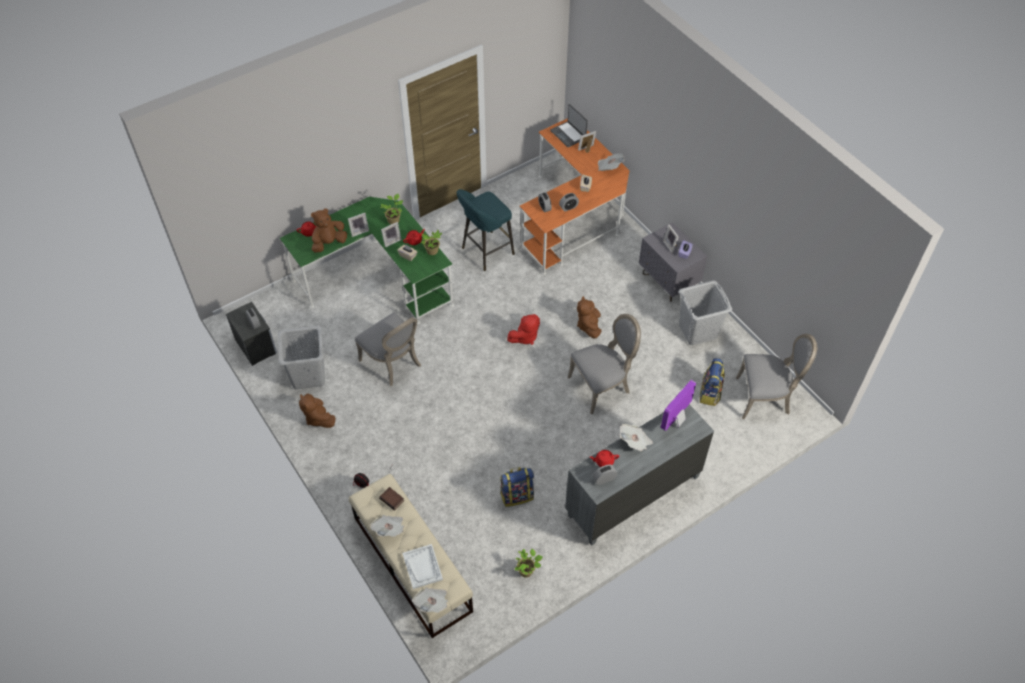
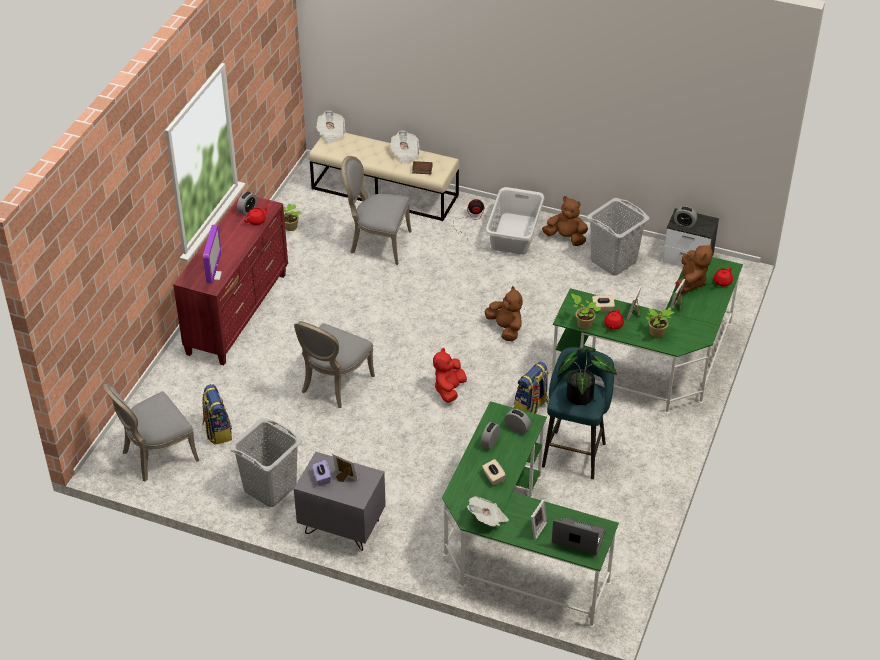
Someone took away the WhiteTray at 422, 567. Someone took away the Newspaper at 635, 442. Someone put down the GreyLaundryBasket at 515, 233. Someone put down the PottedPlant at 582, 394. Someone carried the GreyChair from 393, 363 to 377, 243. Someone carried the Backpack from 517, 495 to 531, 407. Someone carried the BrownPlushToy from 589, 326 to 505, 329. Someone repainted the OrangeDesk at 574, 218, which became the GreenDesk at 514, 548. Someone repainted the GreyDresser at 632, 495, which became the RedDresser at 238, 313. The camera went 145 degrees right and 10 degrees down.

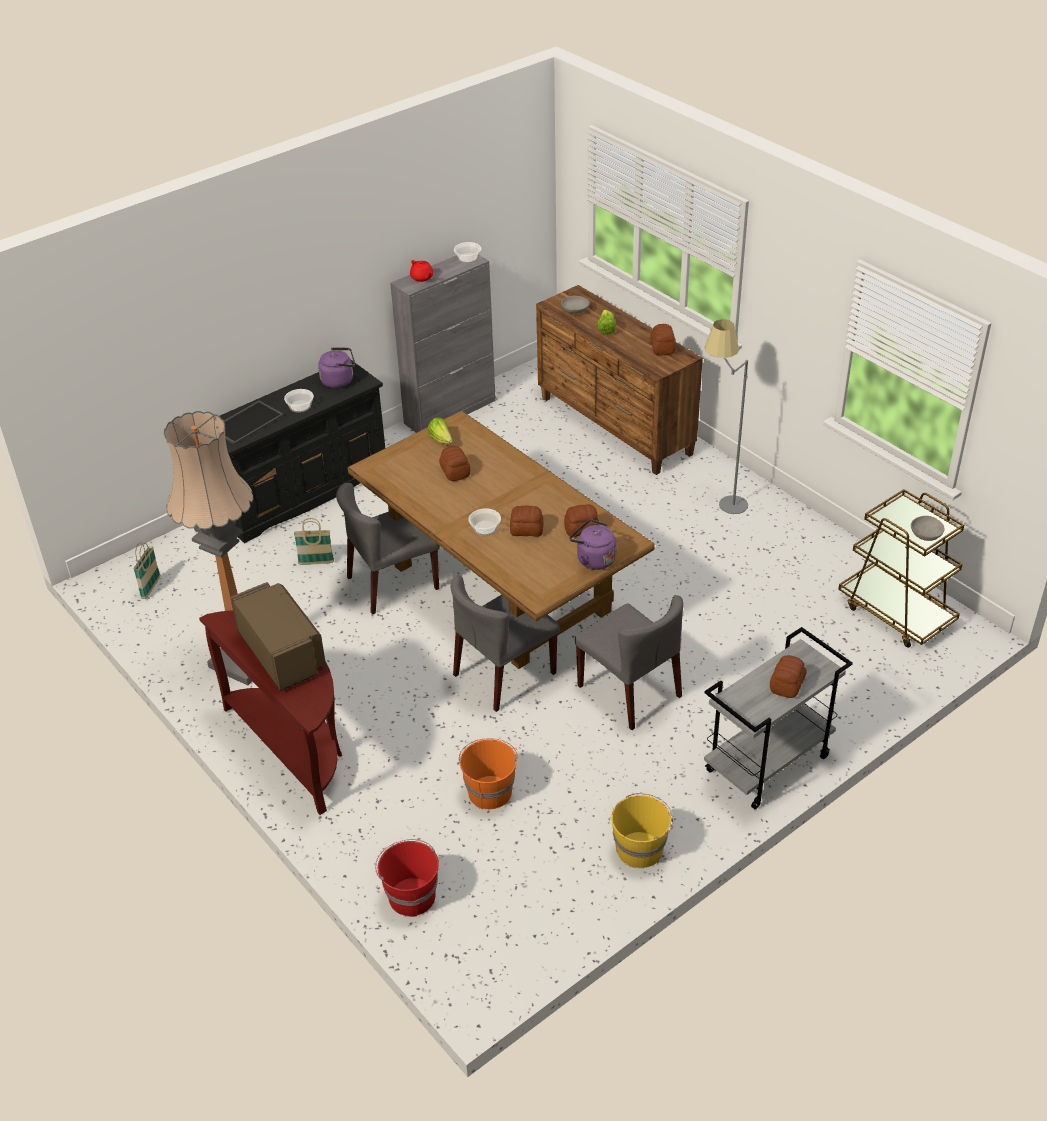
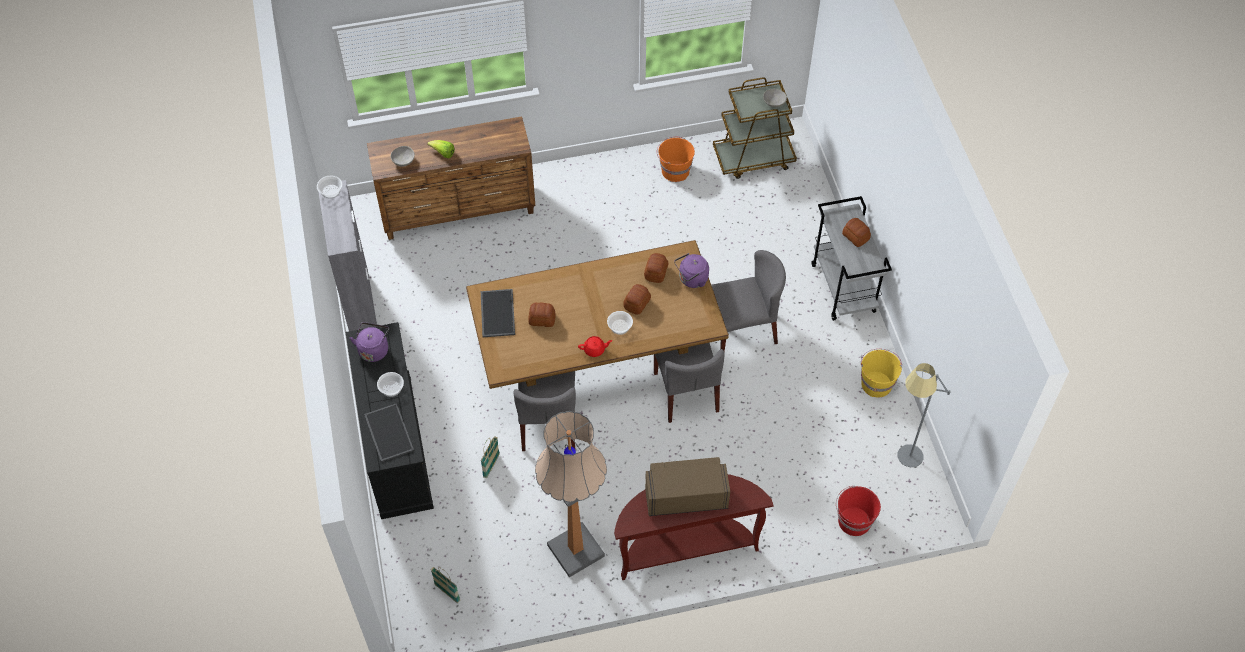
Someone took away the Bread at 662, 348. Someone carried the RedTeapot from 422, 278 to 595, 350. Someone carried the OrangeBucket from 489, 791 to 674, 171. Someone carried the GreyFloorLamp from 720, 502 to 902, 463. Someone swapped the Lettuce at 441, 440 for the Tray at 496, 313. The camera went 65 degrees left and 15 degrees up.

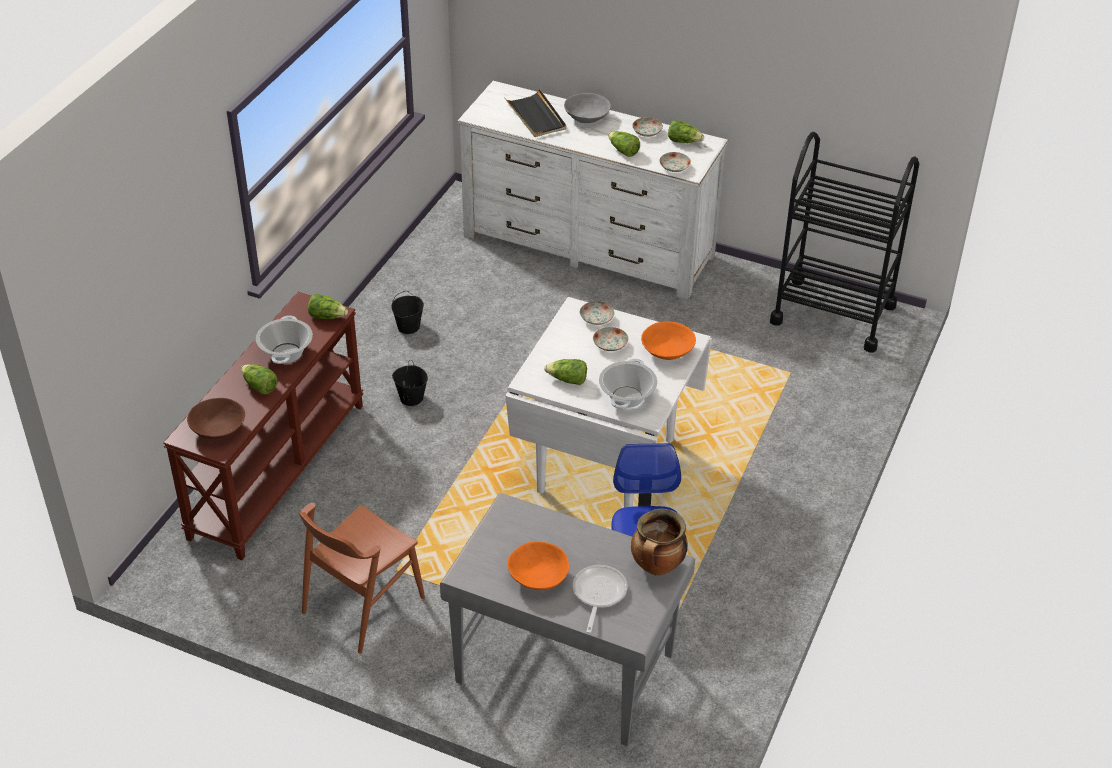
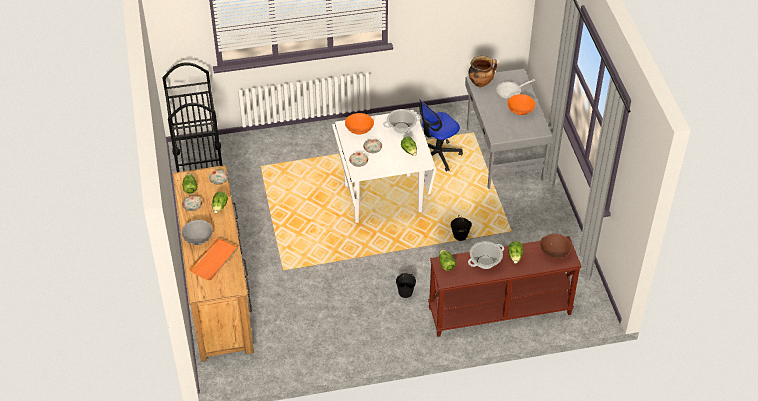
Someone took away the BrownChair at 362, 605. Someone carried the BlackBucket from 408, 327 to 460, 235. Someone repainted the WhiteDresser at 588, 245, which became the BrownDresser at 217, 291. Someone repainted the BlackTray at 536, 116, which became the OrangeTray at 214, 260. The camera went 125 degrees left and 5 degrees up.

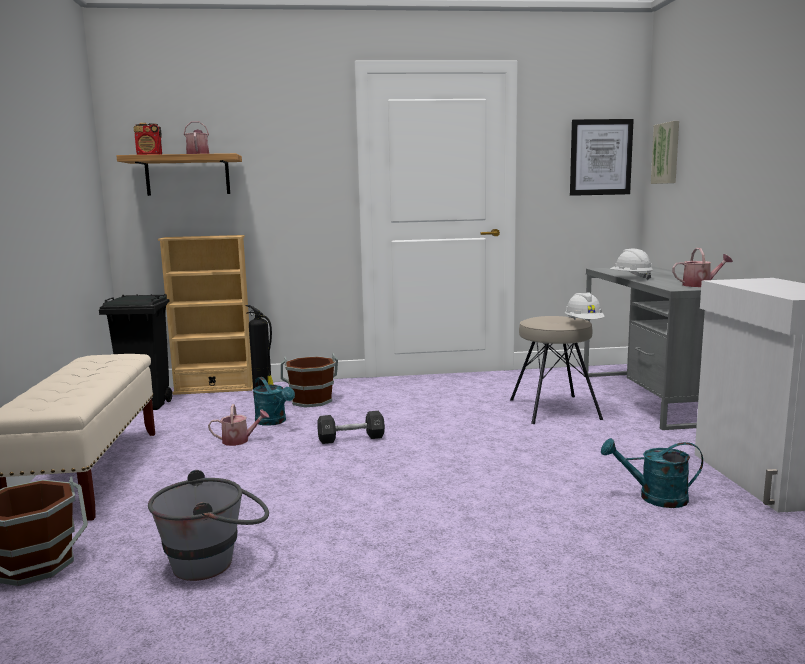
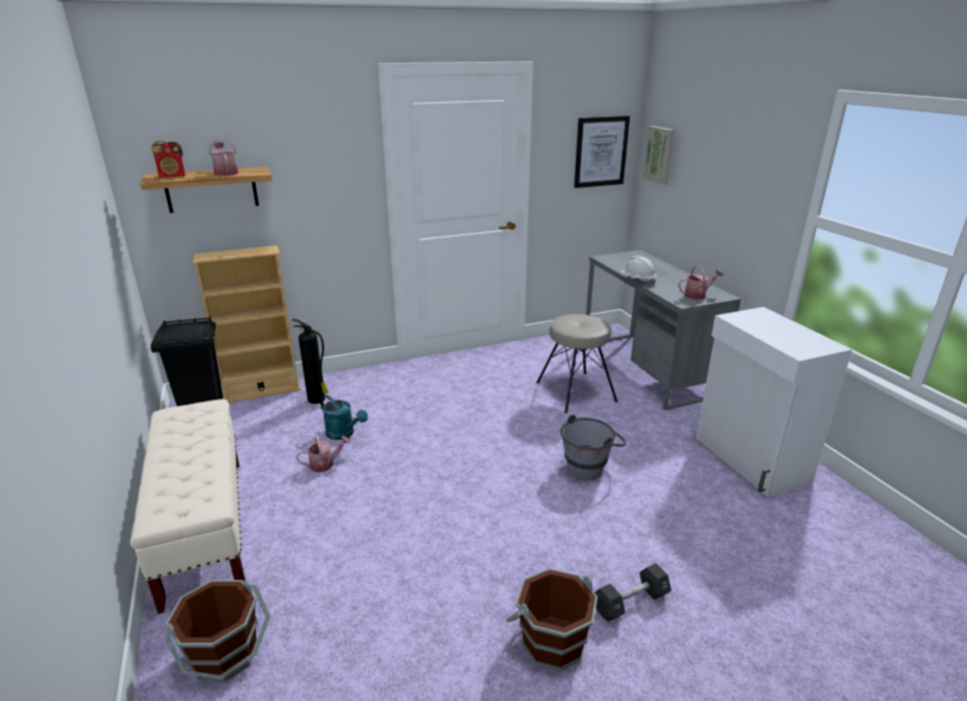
Someone took away the WhiteHardHat at 584, 323. Someone took away the TurquoiseWateringCan at 654, 498. Someone carried the GreyBucket from 216, 561 to 590, 466. Someone carried the BrownBucket from 311, 400 to 552, 641. Someone carried the BlackDumbbell from 351, 438 to 631, 602. The camera went 15 degrees left and 15 degrees up.

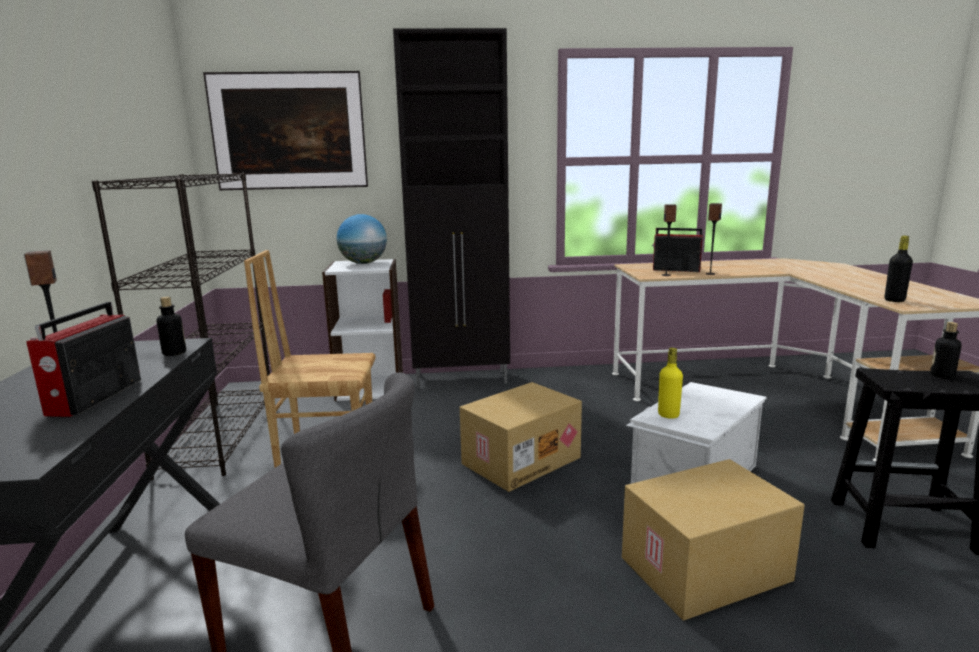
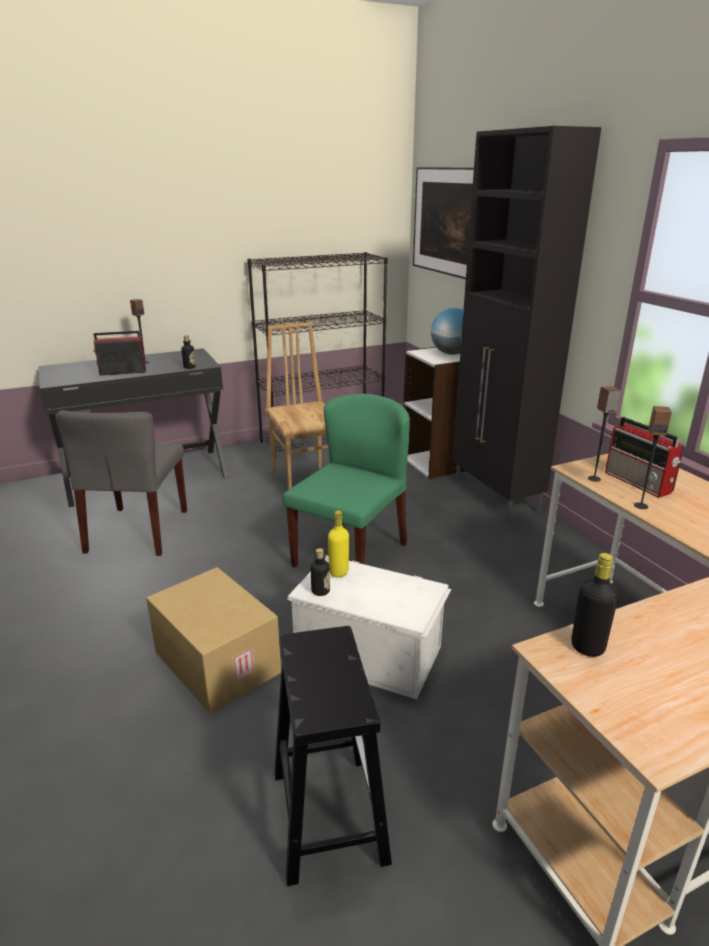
Someone carried the Bottle from 942, 374 to 320, 591. Someone swapped the CardboardBox at 520, 460 for the GreenChair at 350, 554. Someone rotated the Radio at 675, 270 by 150 degrees clockwise. The camera went 70 degrees right and 10 degrees up.

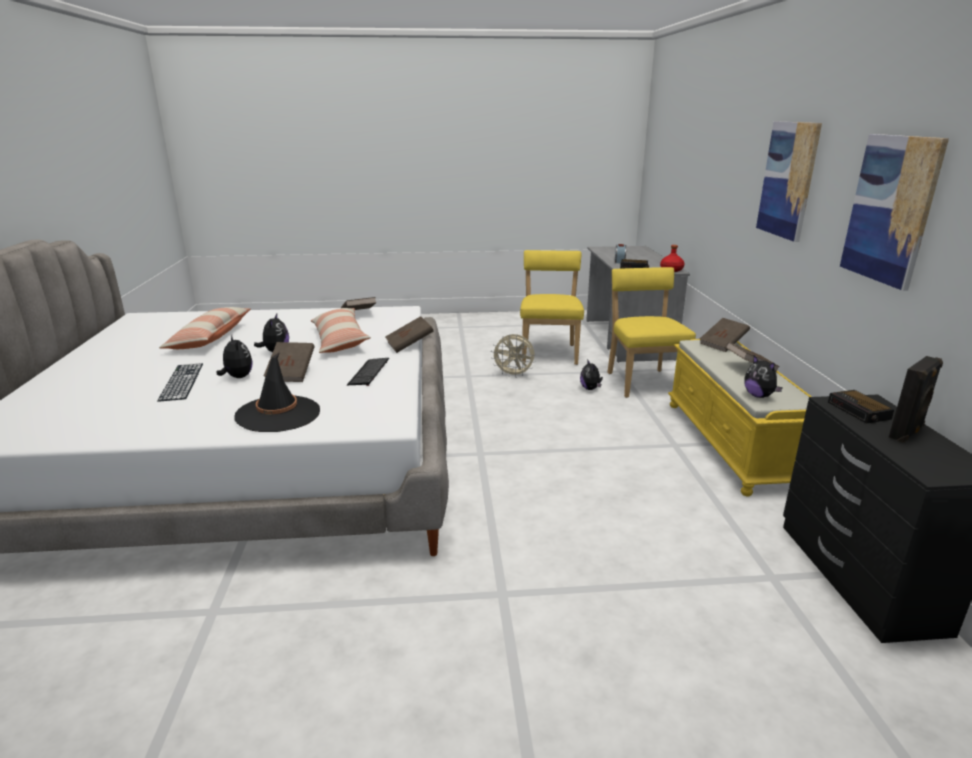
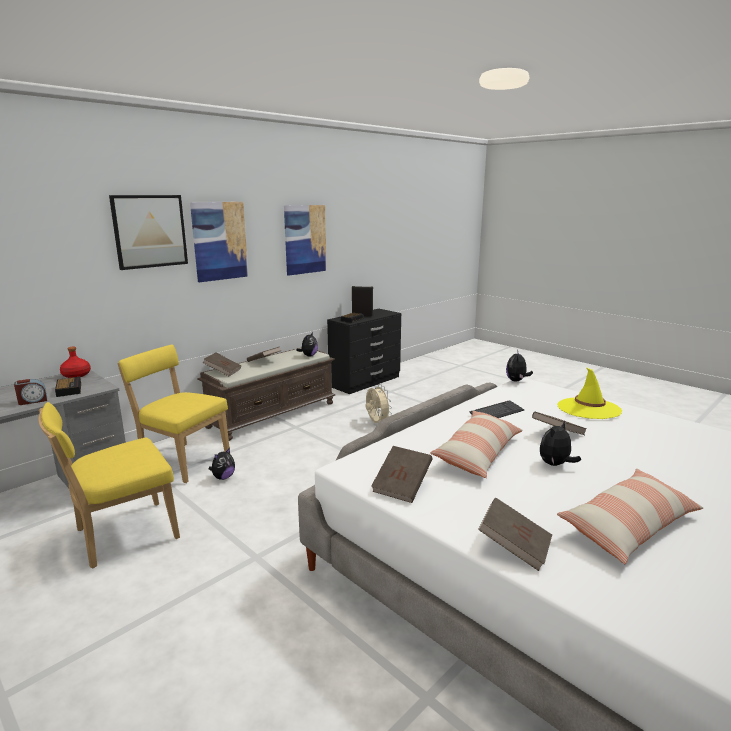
Someone took away the Keyboard at 181, 381. Someone put up the Picture at 150, 231. Someone carried the PlushToy from 237, 377 to 516, 381. Someone carried the BrownBook from 409, 345 to 514, 547. Someone carried the BeigeFan from 514, 375 to 376, 423. Someone repainted the BlackHat at 278, 414, which became the YellowHat at 588, 409. Someone repainted the YellowBench at 732, 444, which became the BrownBench at 272, 414. Someone rotated the YellowChair at 643, 382 by 75 degrees clockwise. The camera went 130 degrees left and 5 degrees down.

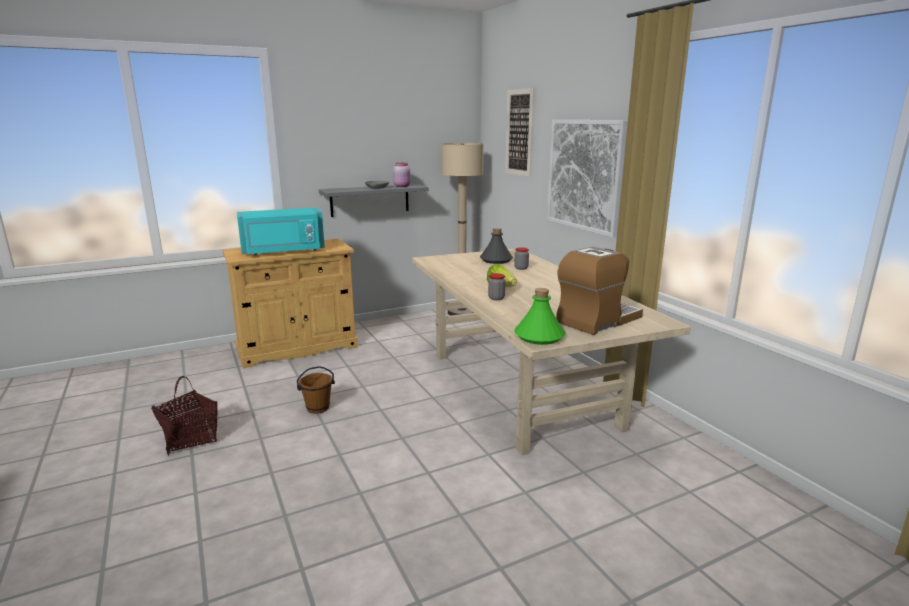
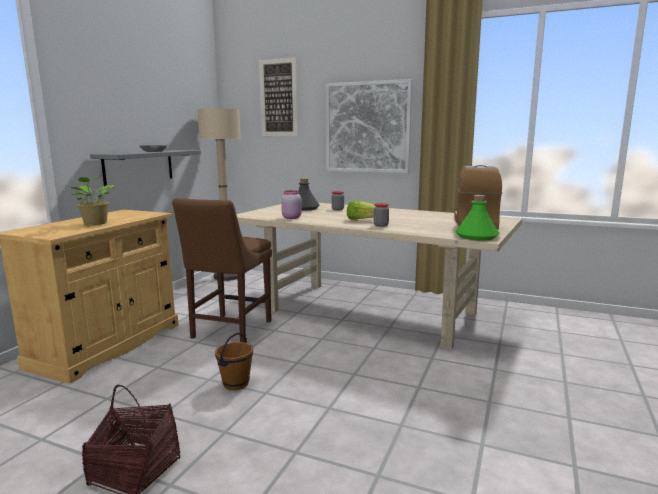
Someone put down the BrownChair at 229, 331. Someone carried the PinkJar from 402, 186 to 292, 217. Someone swapped the TurquoiseMicrowave at 283, 251 for the PottedPlant at 95, 224. The camera went 40 degrees left and 5 degrees down.

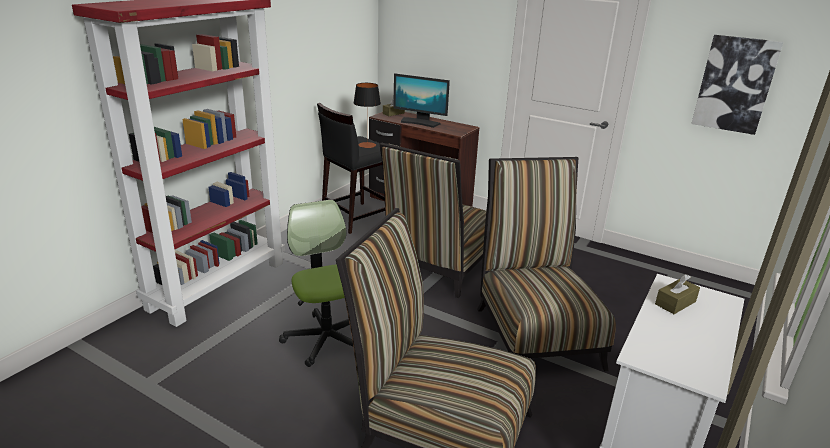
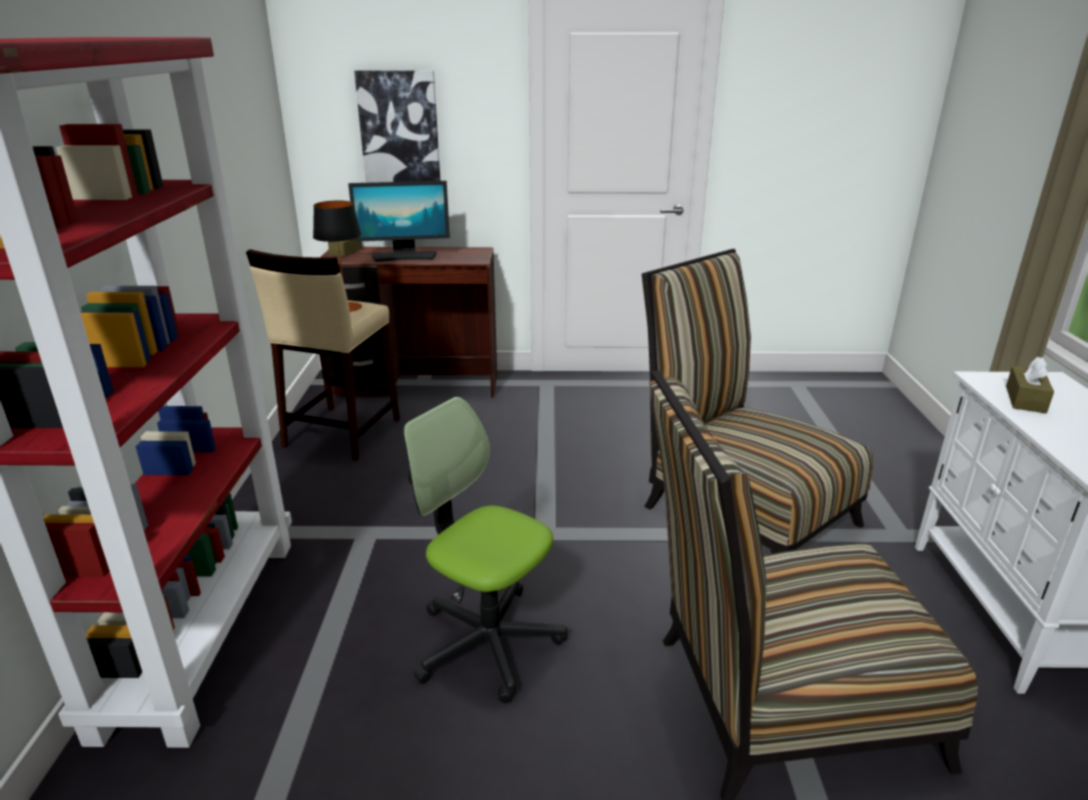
Someone took away the Chair at 439, 267. Someone carried the Picture from 735, 84 to 399, 132. Someone repainted the BlackStool at 355, 217, which became the BeigeStool at 341, 433. The camera went 30 degrees left and 0 degrees up.

